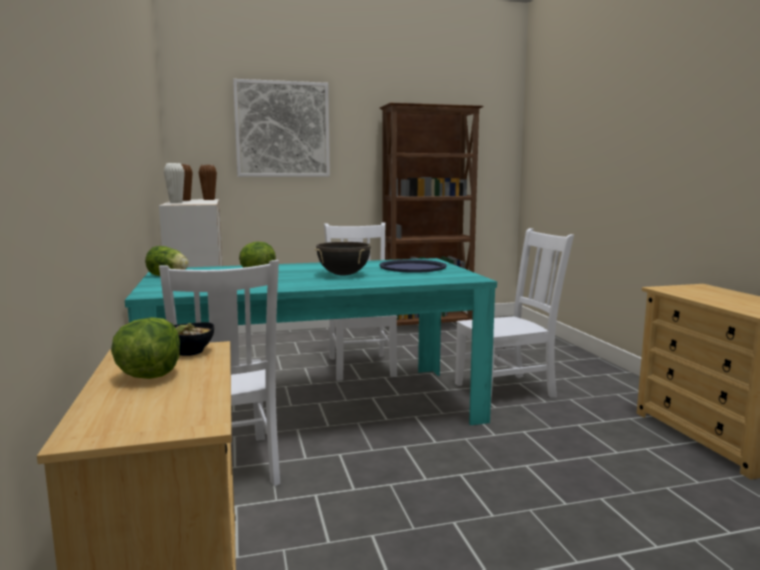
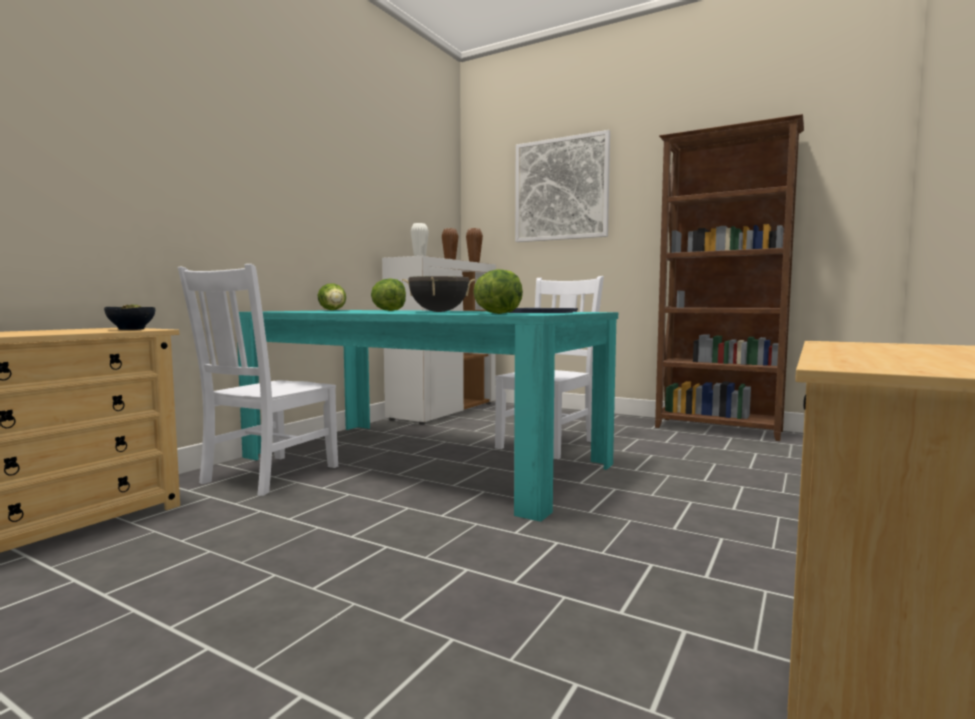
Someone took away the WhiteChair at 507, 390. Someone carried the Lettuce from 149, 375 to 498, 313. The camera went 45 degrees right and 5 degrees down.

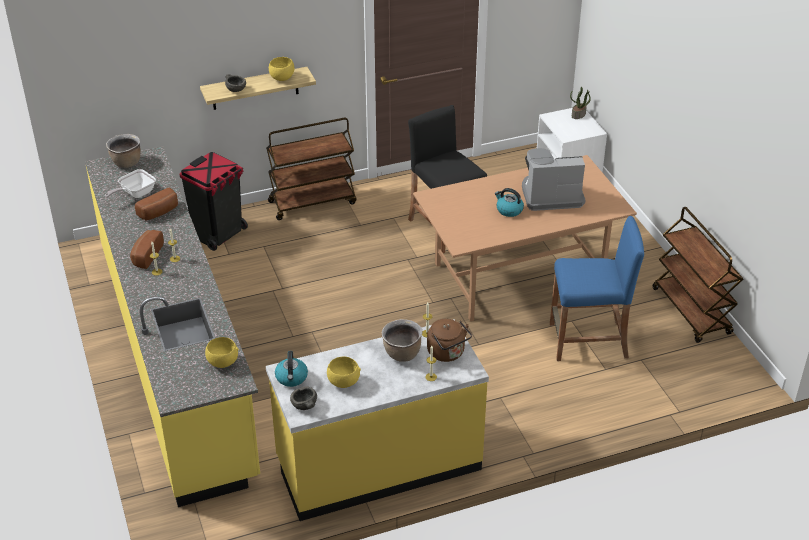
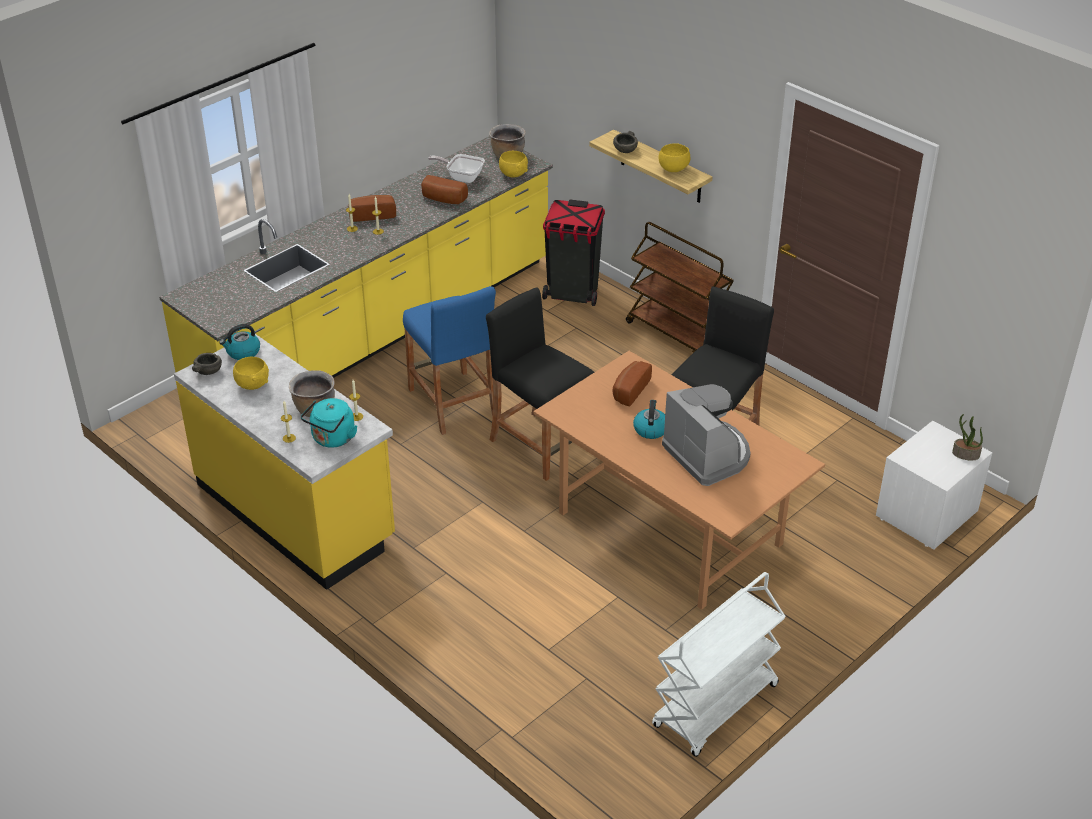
Someone put down the BlackStool at 541, 445. Someone put down the Bread at 629, 390. Someone carried the YellowBowl from 222, 362 to 513, 174. Someone carried the BlueStool from 588, 341 to 453, 403. Someone repainted the BrownKettle at 447, 353, which became the TurquoiseKettle at 332, 439. Someone repainted the BrownCart at 692, 311, which became the WhiteCart at 715, 707. The camera went 65 degrees right and 0 degrees up.

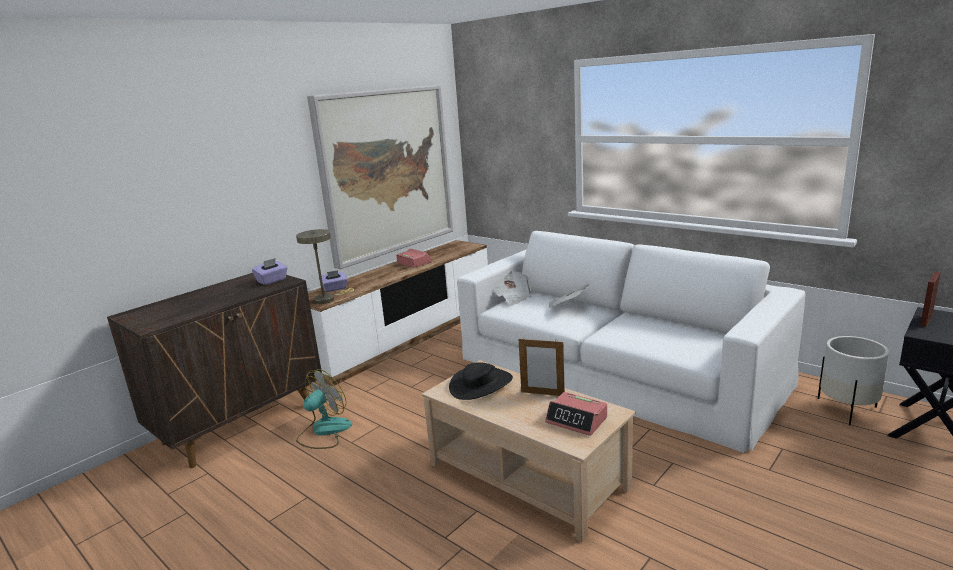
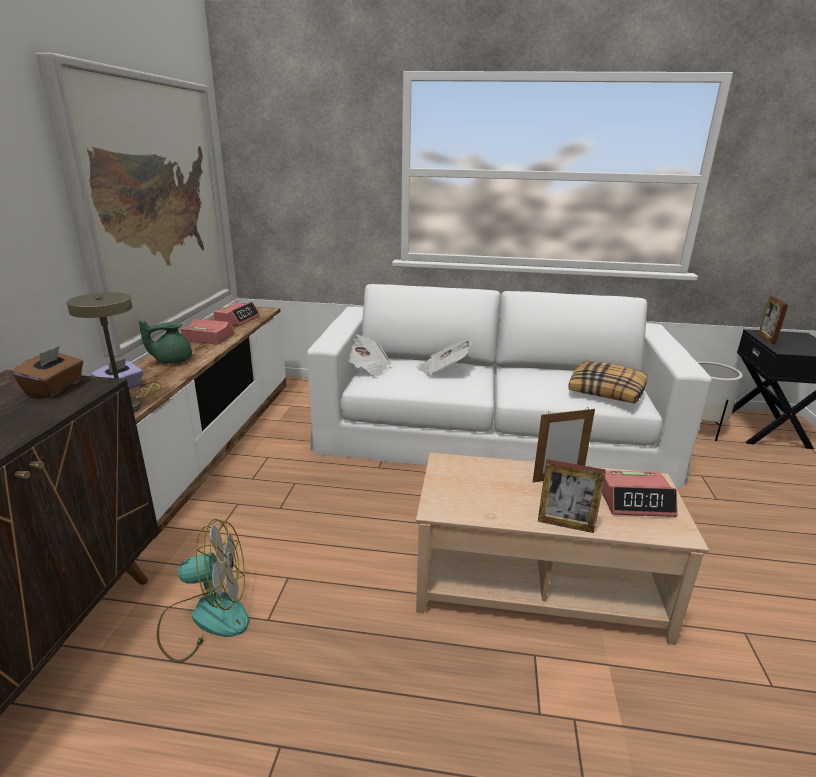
Someone took away the BlackHat at 481, 384. Someone put down the GreenTeapot at 172, 360. Someone put down the AlarmClock at 237, 319. Someone put down the PictureFrame at 565, 525. Someone put down the Pillow at 607, 391. Someone repainted the PurpleTissueBox at 272, 281, which became the BrownTissueBox at 55, 388. Someone rotated the Fan at 324, 431 by 75 degrees clockwise. The camera went 35 degrees left and 5 degrees up.

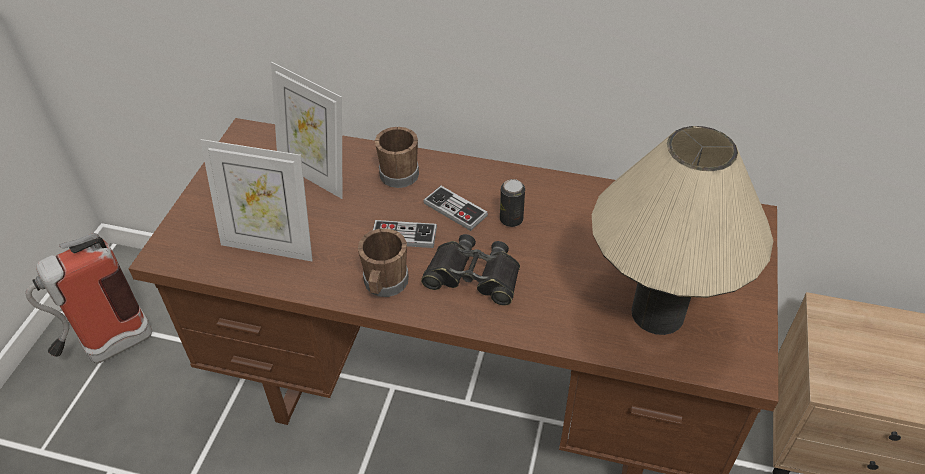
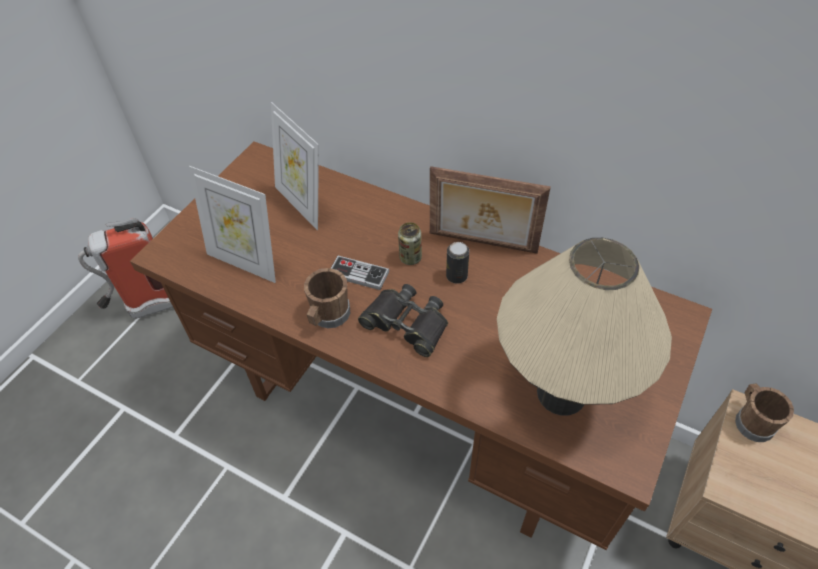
Someone put down the PictureFrame at 482, 244. Someone carried the BrownMug from 397, 172 to 752, 421. Someone swapped the GameController at 455, 209 for the Can at 410, 257. The camera went 15 degrees right and 5 degrees up.

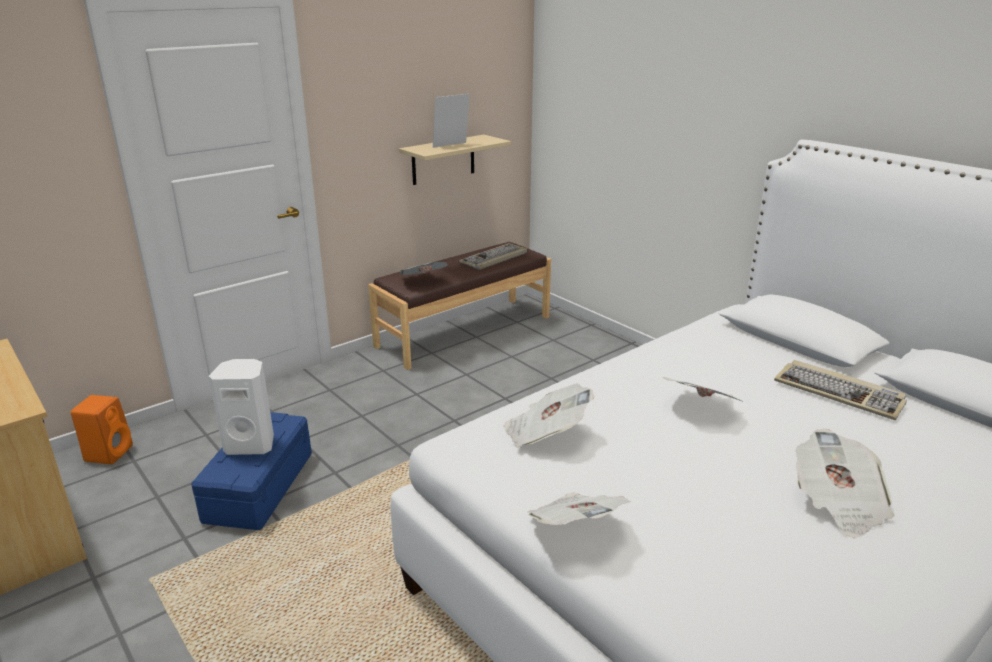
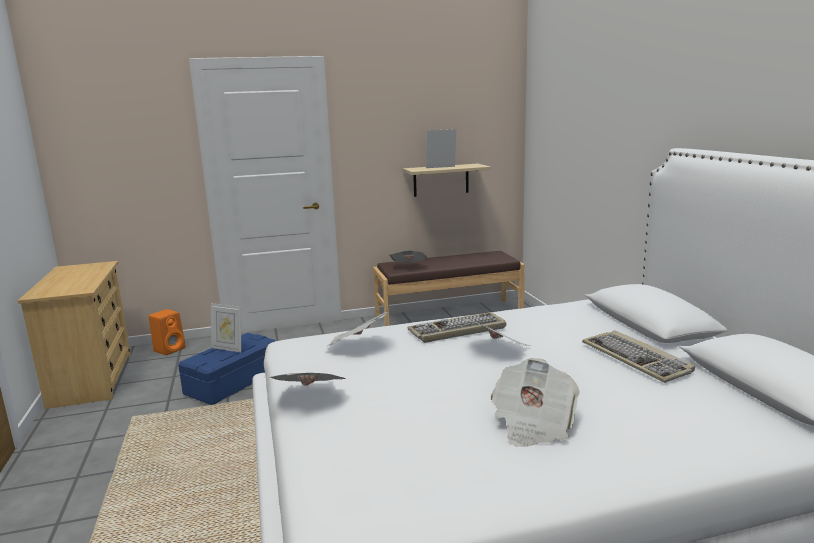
Someone carried the Keyboard from 494, 259 to 457, 330. Someone swapped the WhiteSpeaker at 251, 444 for the PictureFrame at 228, 348. The camera went 25 degrees right and 10 degrees down.

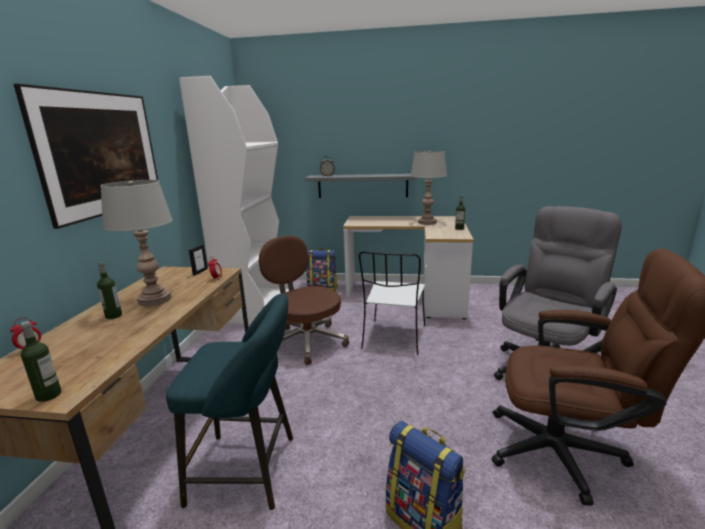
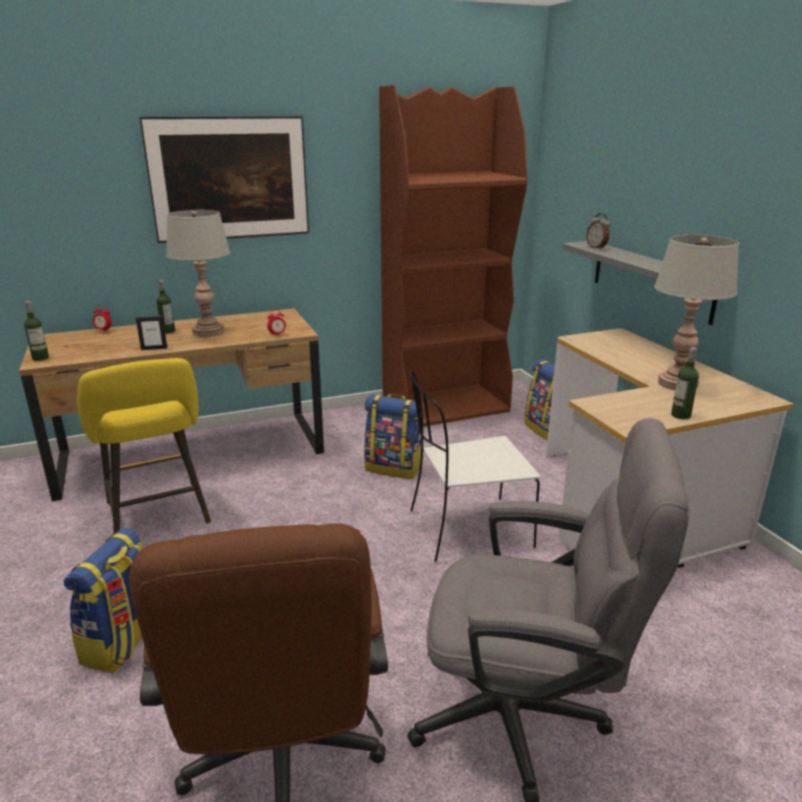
Someone carried the PictureFrame from 200, 272 to 154, 348. Someone swapped the BrownOfficeChair at 306, 341 for the Backpack at 394, 468. Someone repainted the TurquoiseStool at 249, 470, which became the YellowStool at 159, 516. Someone repainted the WhiteBookcase at 256, 306, which became the BrownBookcase at 446, 407. The camera went 60 degrees right and 5 degrees up.

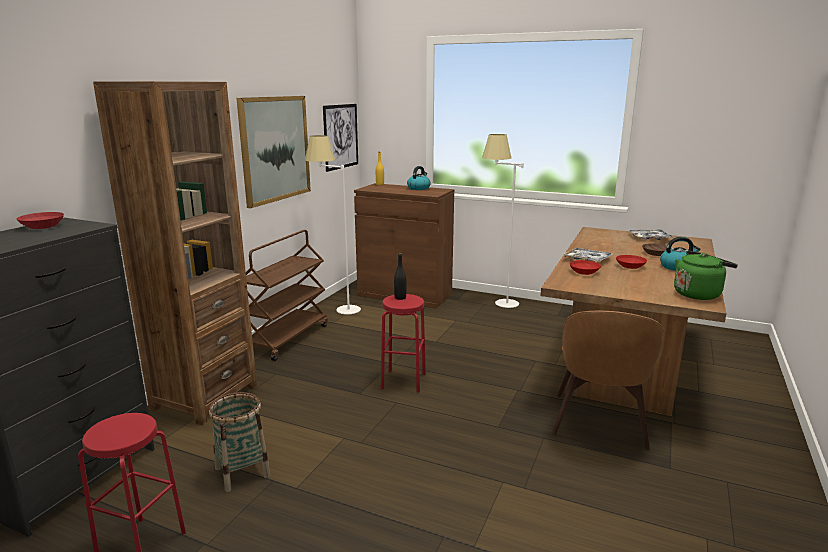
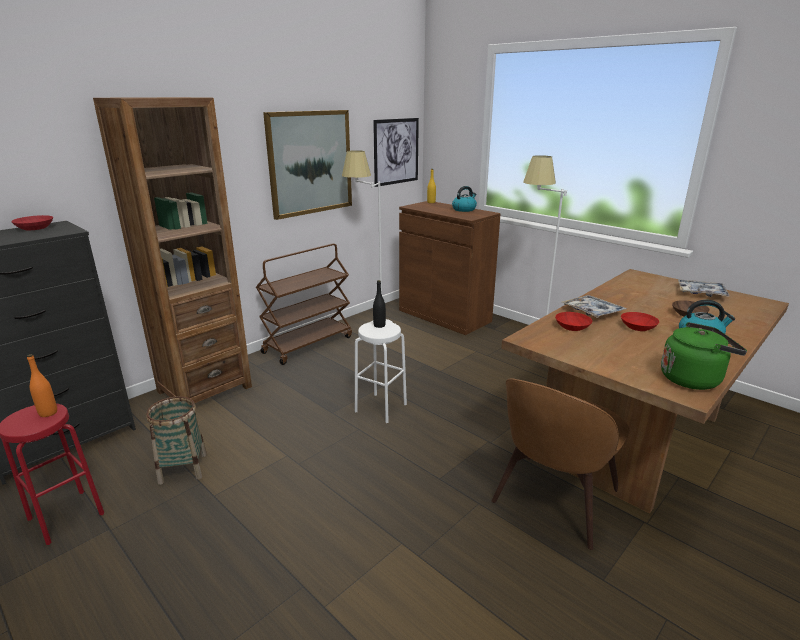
Someone put down the OrangeBottle at 48, 413. Someone repainted the RedStool at 403, 381, which became the WhiteStool at 381, 407. The camera went 20 degrees right and 5 degrees up.

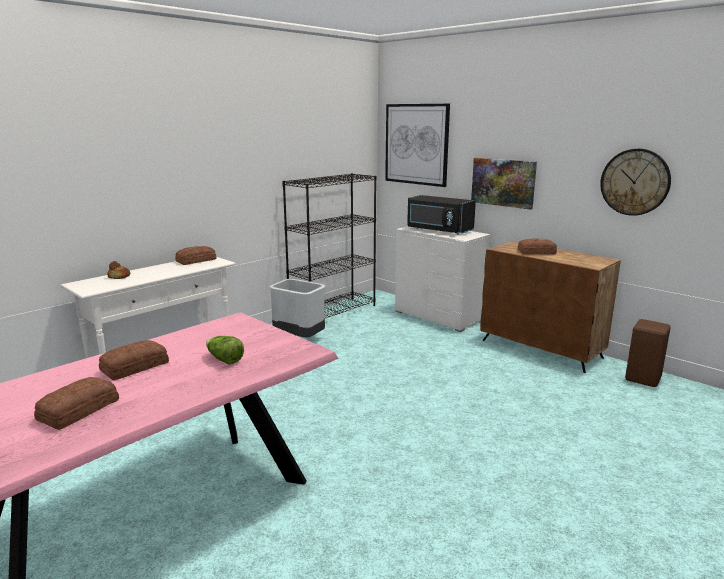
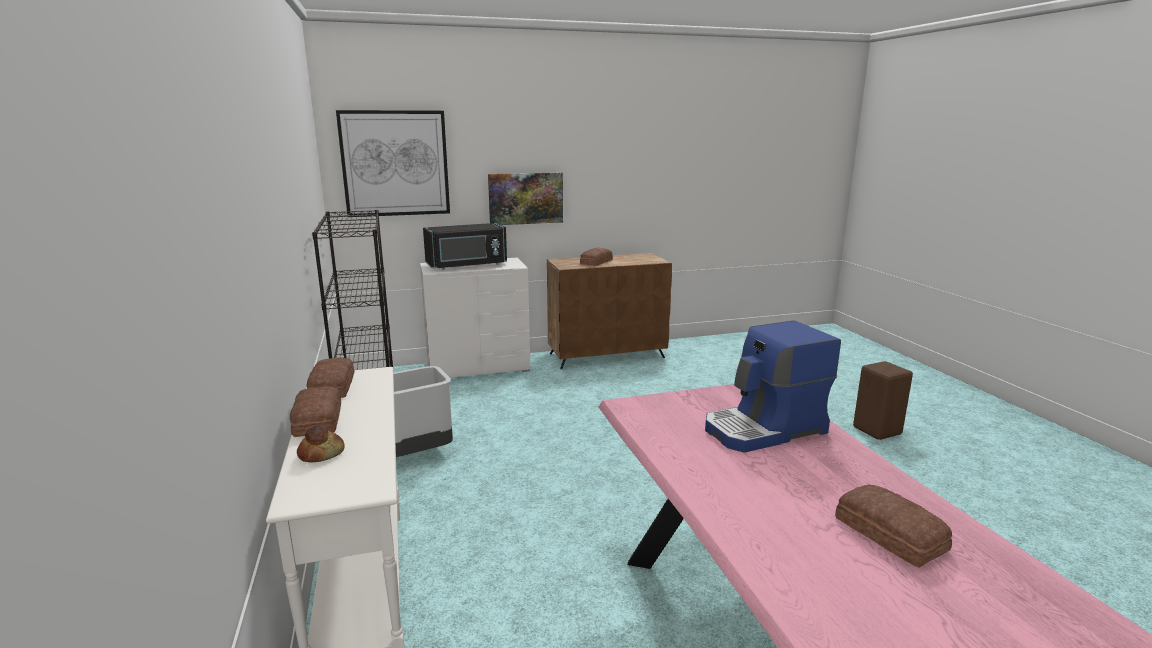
Someone took away the WallClock at 635, 182. Someone carried the Bread from 133, 367 to 316, 420. Someone carried the BrownStool from 643, 379 to 878, 431. Someone swapped the Lettuce at 224, 360 for the CoffeeMachine at 765, 430. The camera went 60 degrees left and 0 degrees up.

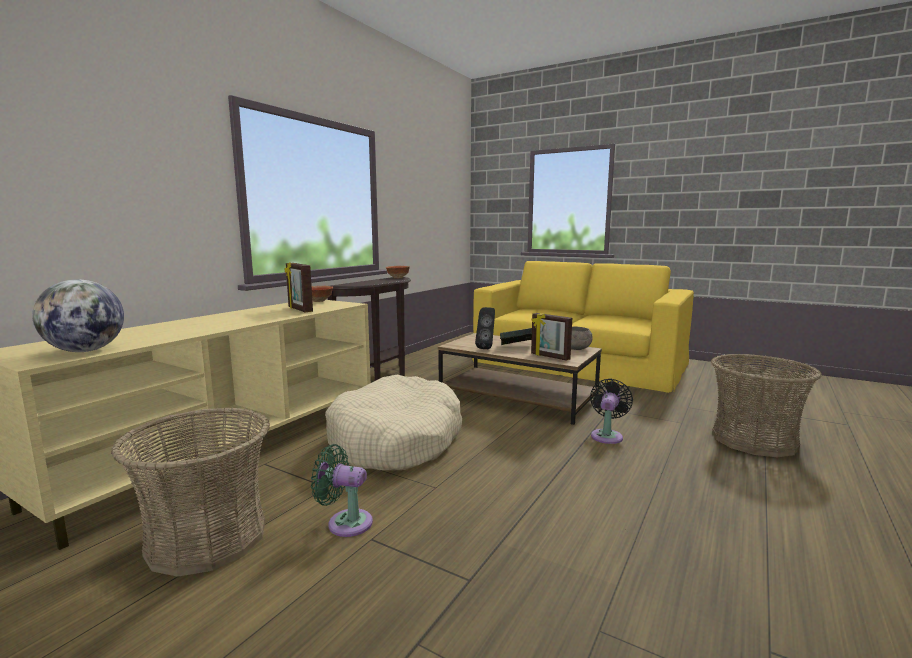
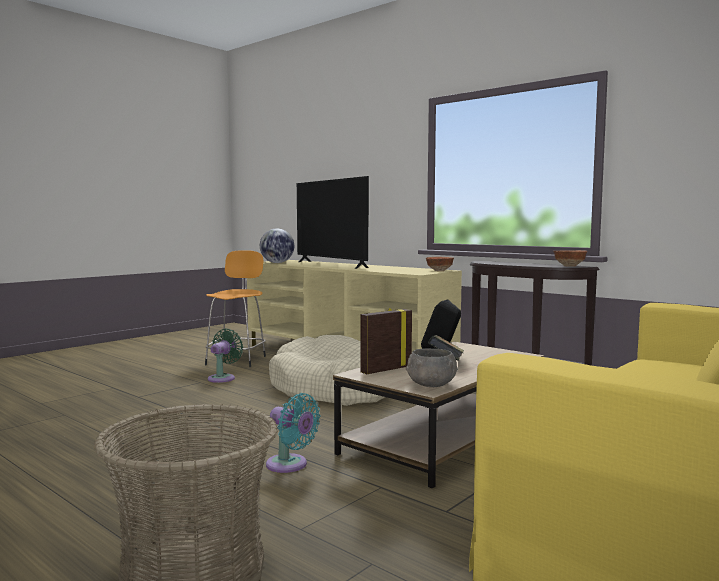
Someone took away the PictureFrame at 299, 310. Someone put down the Television at 331, 264. Someone swapped the Basket at 207, 538 for the OrangeStool at 237, 360. Someone repainted the BlackFan at 607, 435, which became the TurquoiseFan at 290, 465. The camera went 100 degrees right and 5 degrees down.

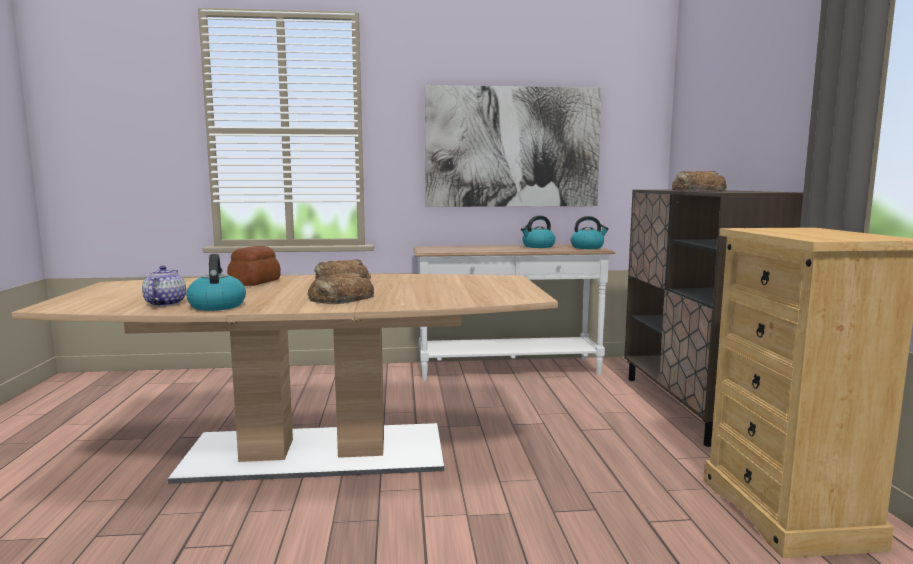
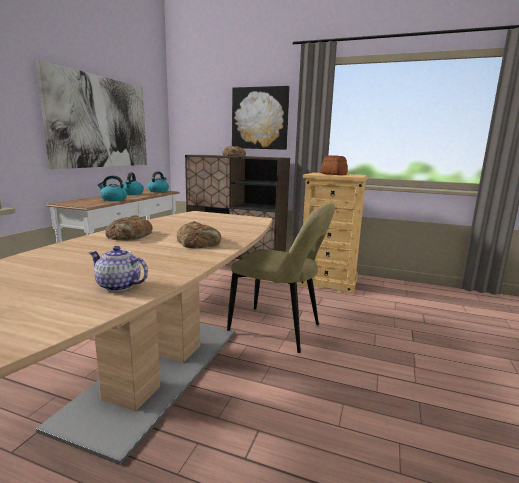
Someone put down the BeigeChair at 278, 330. Someone put up the Picture at 260, 118. Someone carried the Kettle from 217, 306 to 113, 199. Someone carried the Bread from 256, 282 to 333, 174. The camera went 65 degrees left and 5 degrees up.

